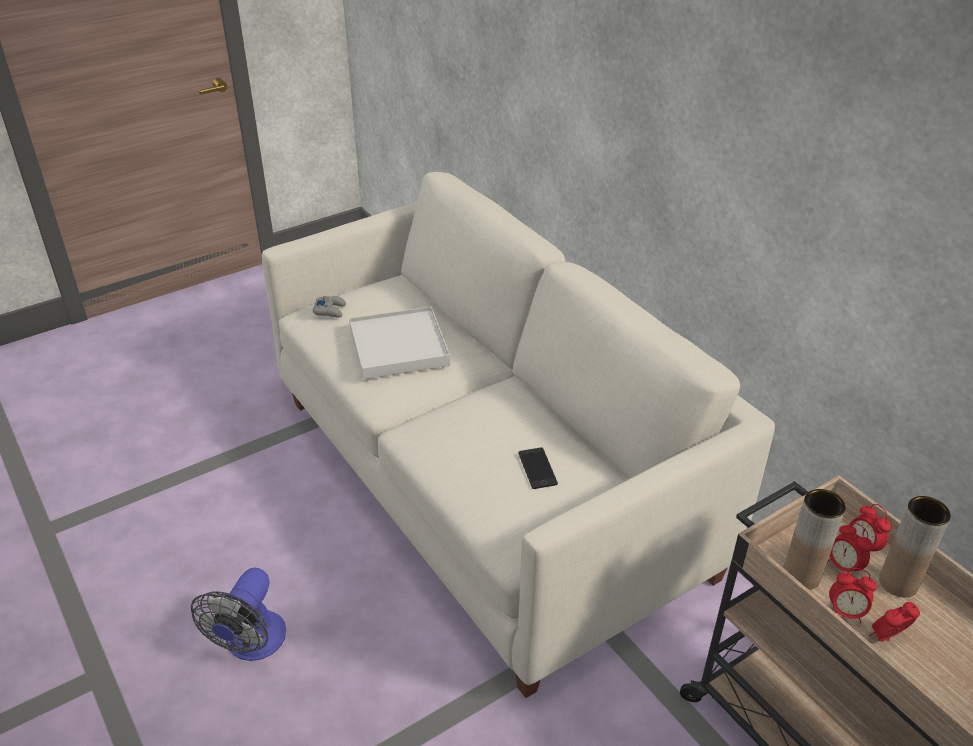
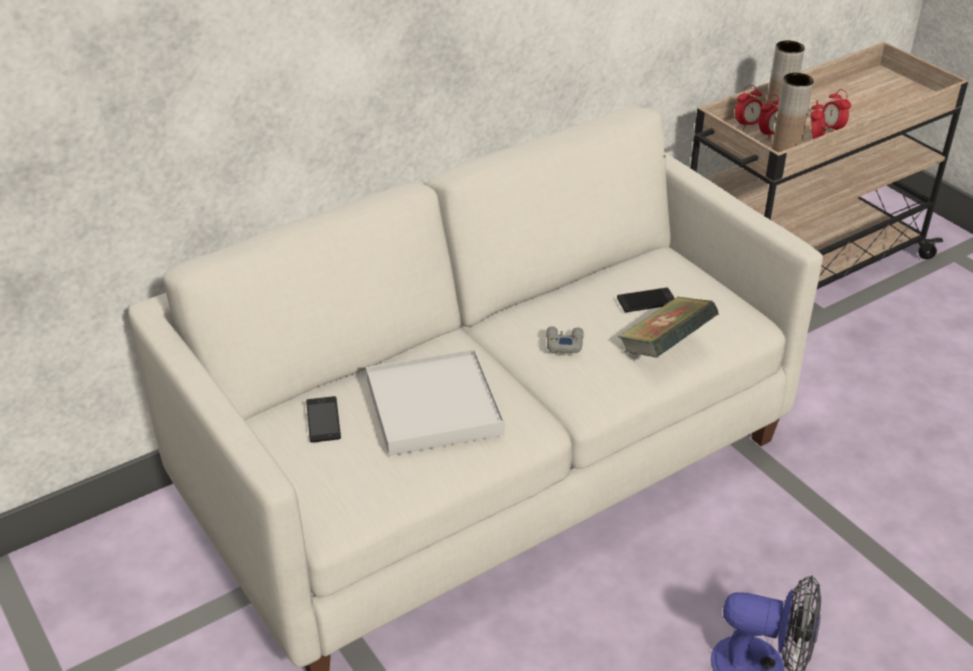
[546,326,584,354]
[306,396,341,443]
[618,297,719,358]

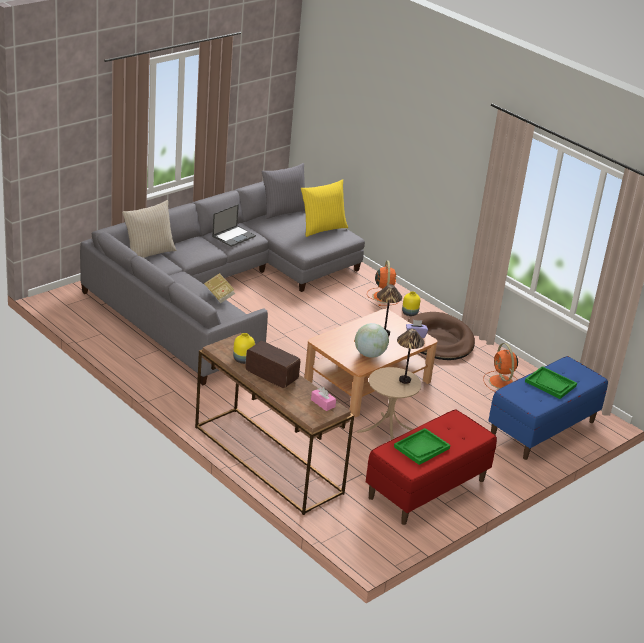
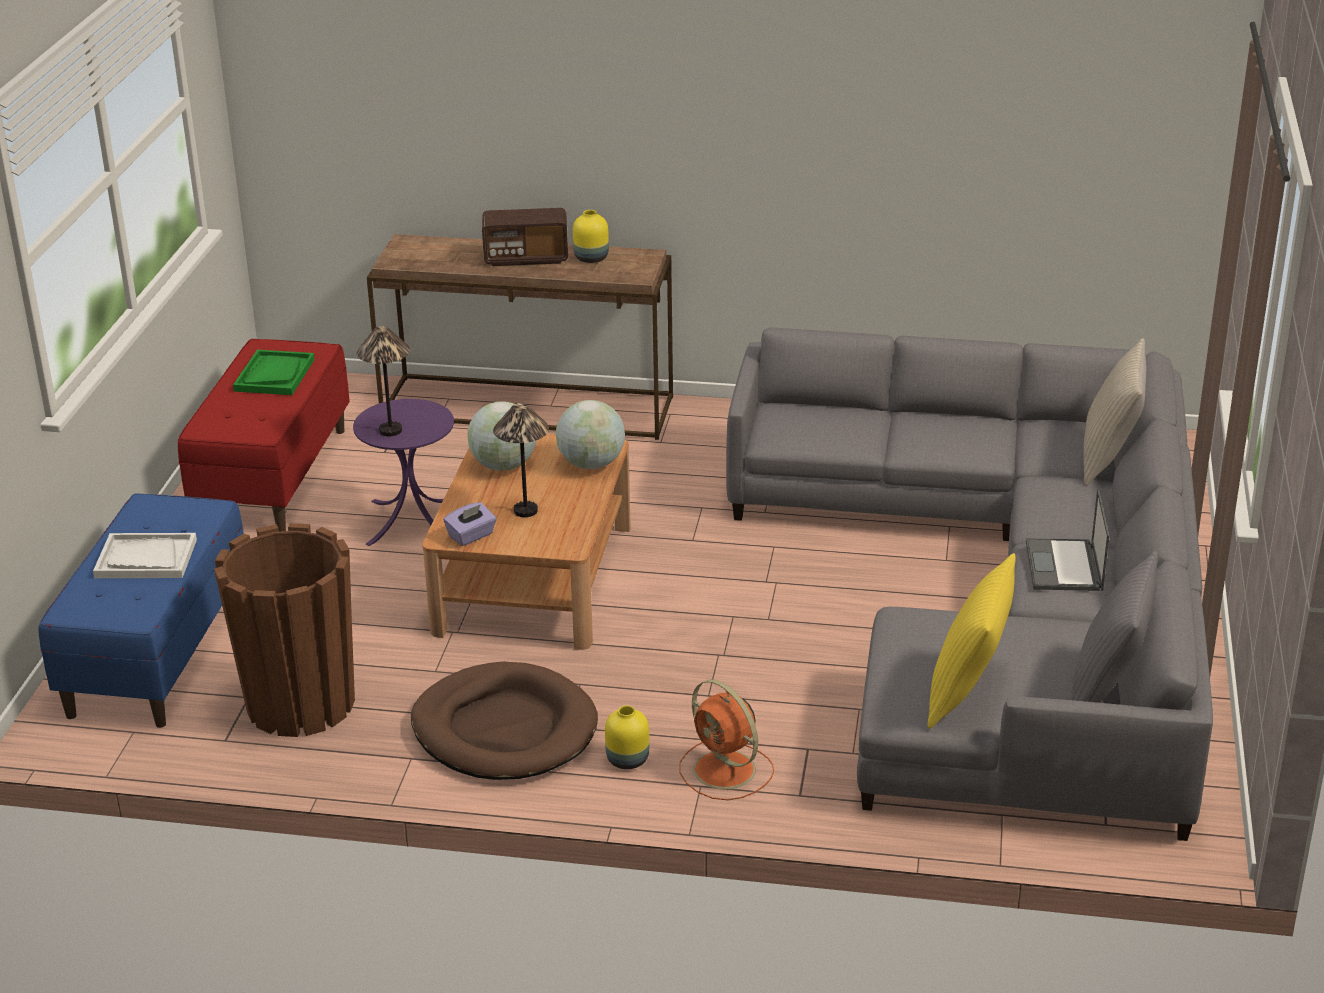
[204,273,235,303] (first image)
[311,387,336,411] (first image)
[353,399,454,546]
[214,523,355,737]
[93,533,197,578]
[556,400,625,469]

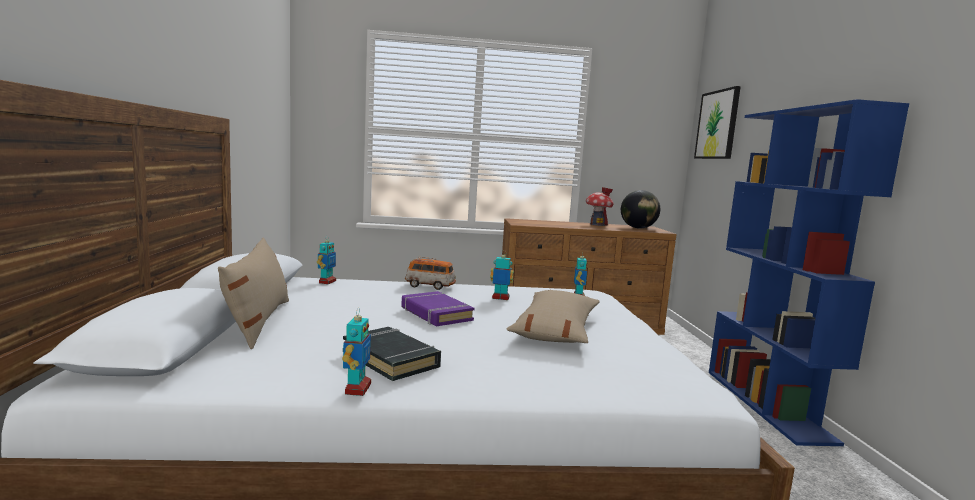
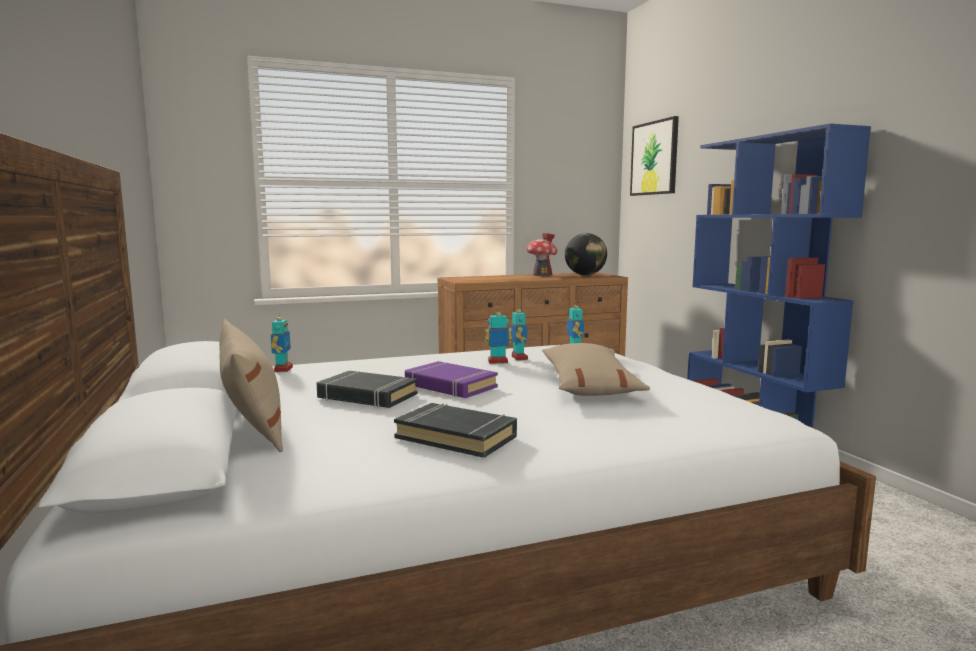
[510,304,528,360]
[405,257,456,290] (first image)
[317,371,418,408]

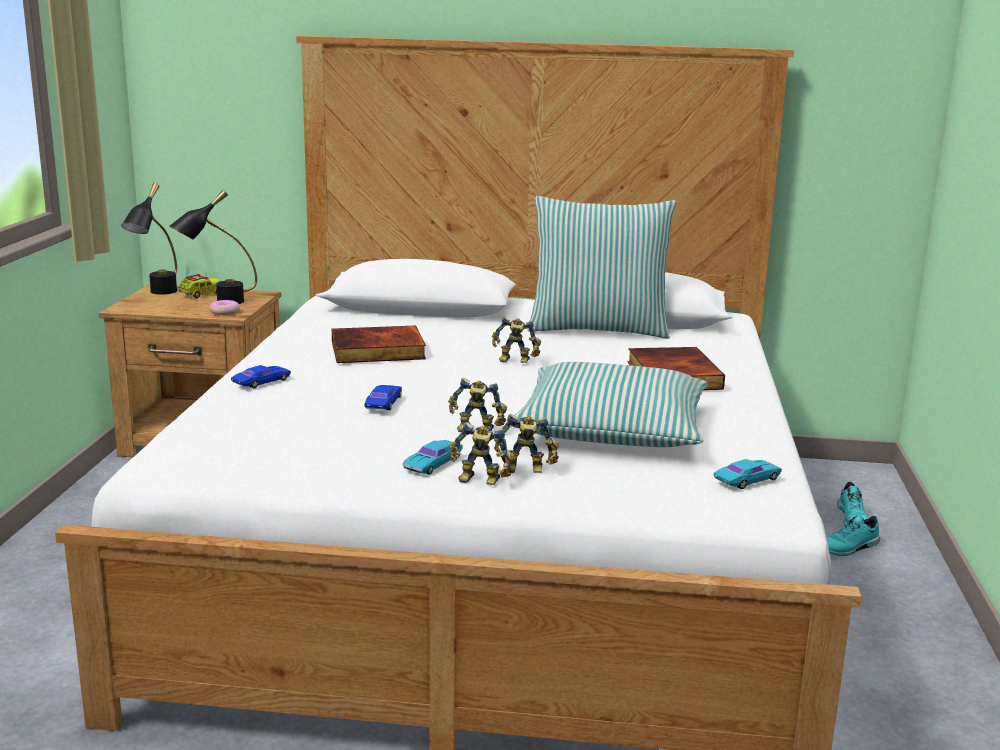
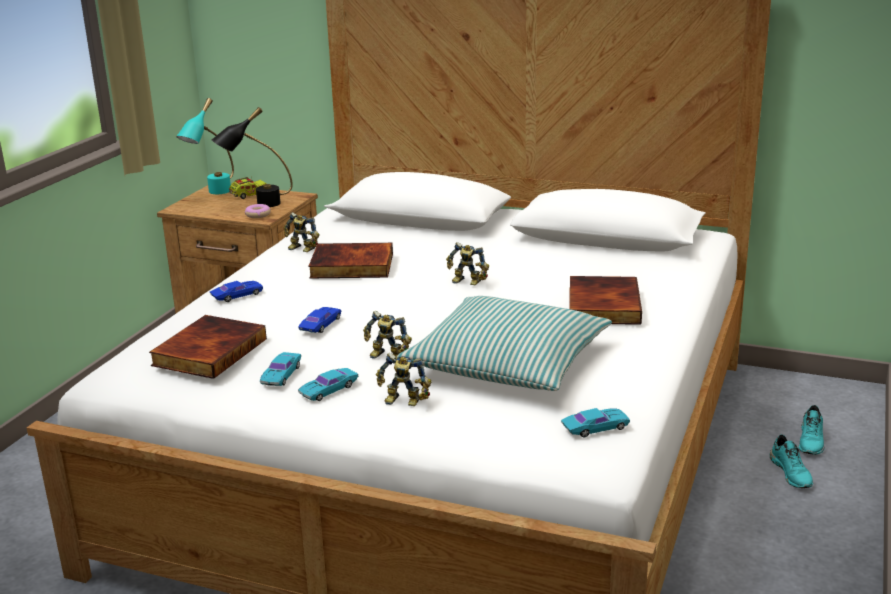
[176,98,234,194]
[284,212,320,252]
[527,196,676,339] (first image)
[770,434,813,488]
[149,315,267,379]
[260,352,301,386]

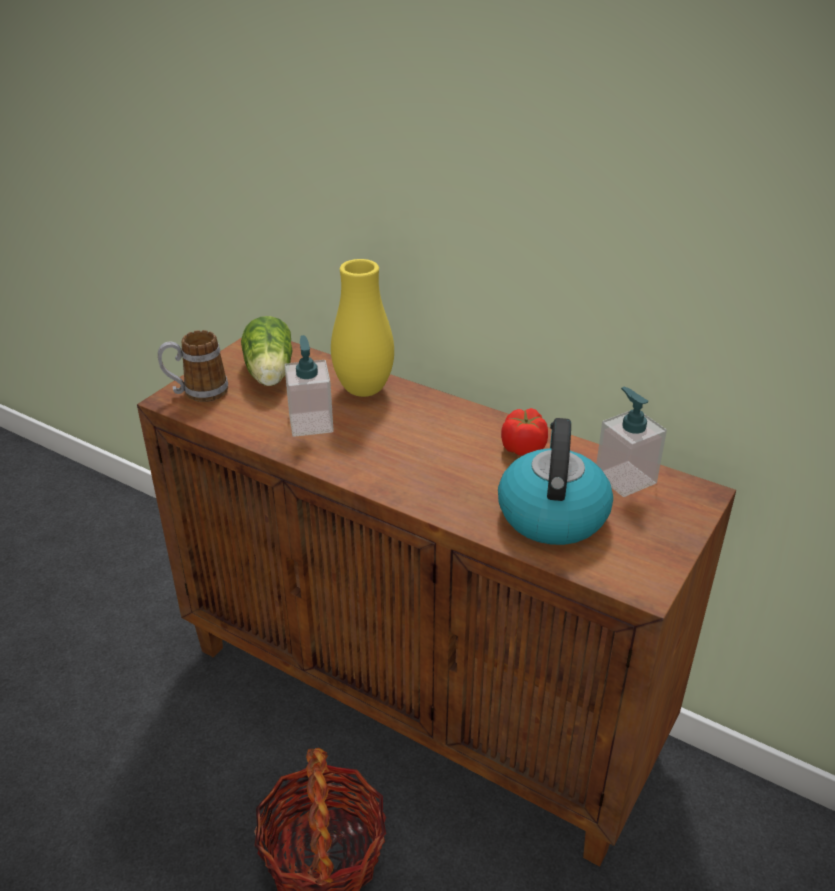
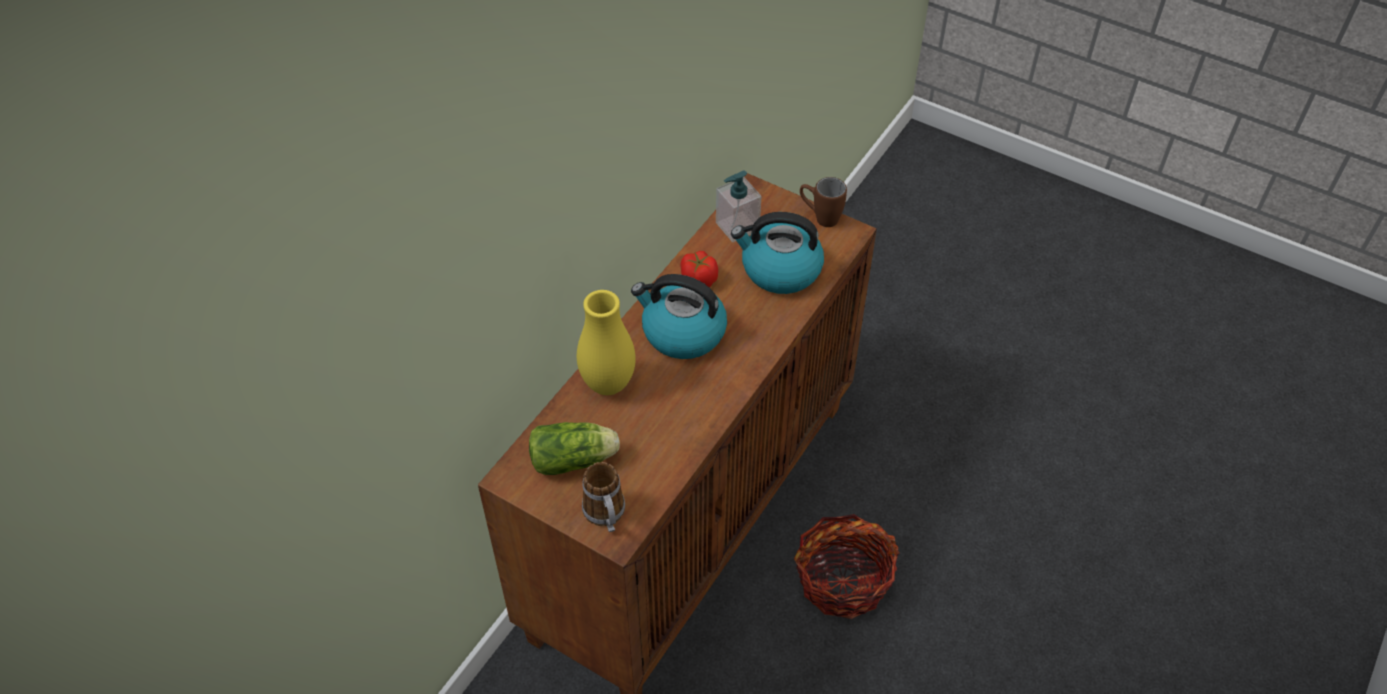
[284,335,334,437] (first image)
[631,274,727,359]
[800,177,847,227]

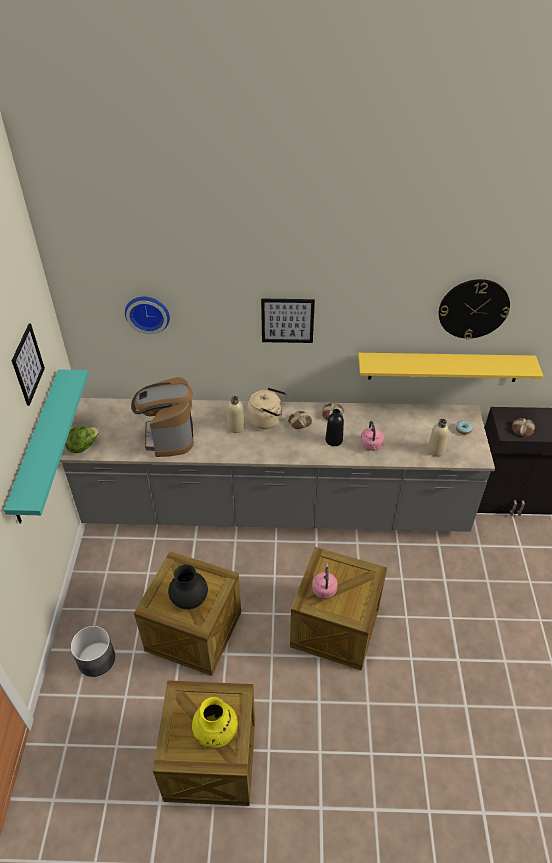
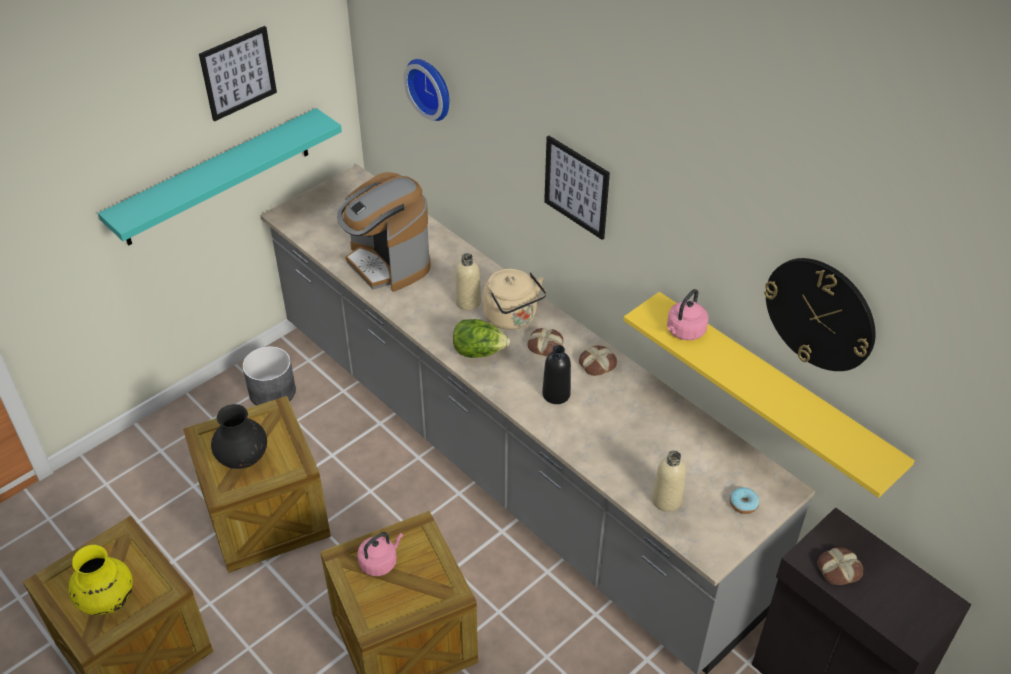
[453,319,510,358]
[242,346,296,406]
[337,172,431,292]
[667,289,709,340]

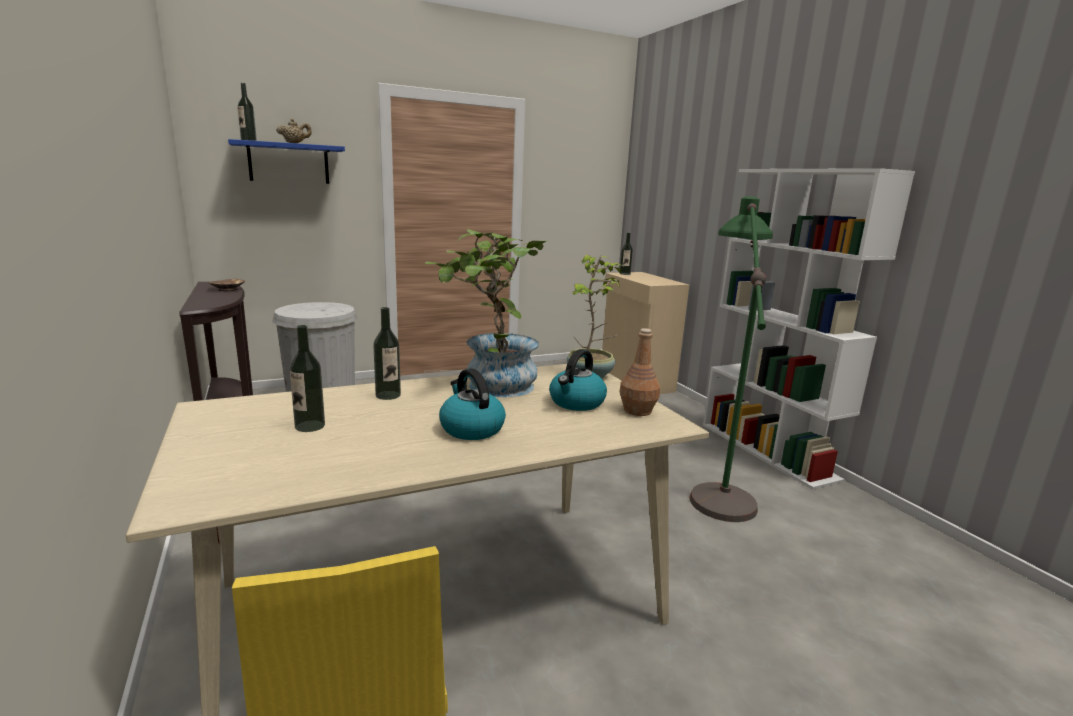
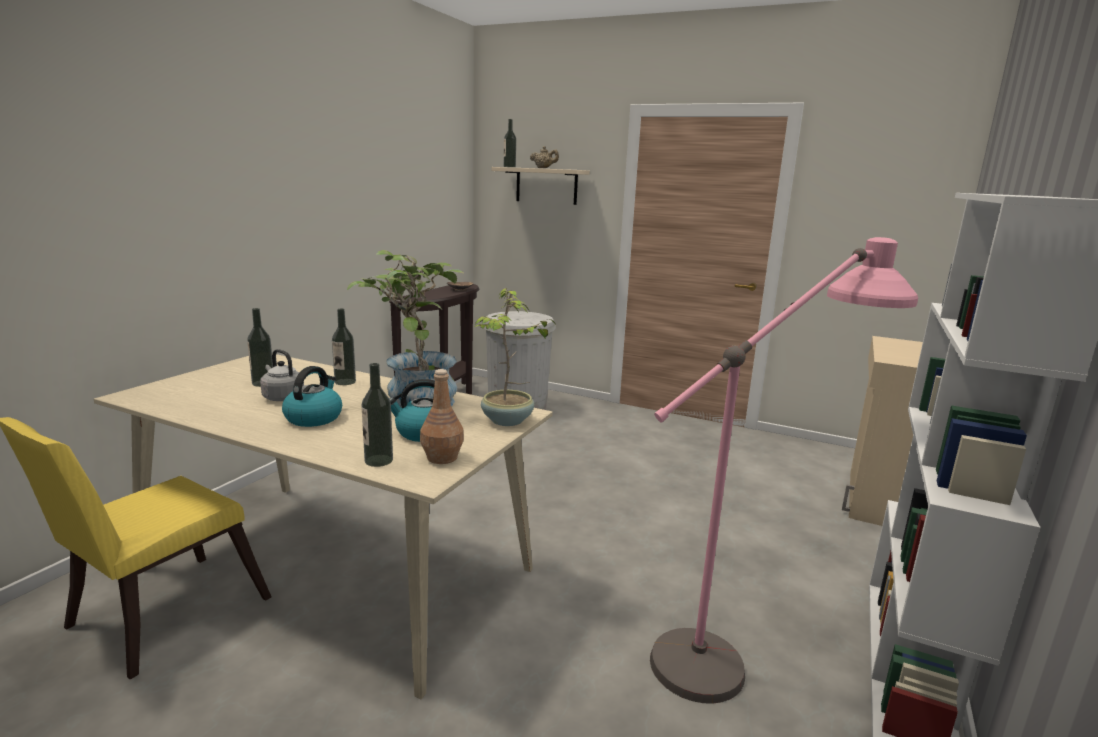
[491,167,590,205]
[361,363,393,467]
[650,237,918,704]
[260,349,304,401]

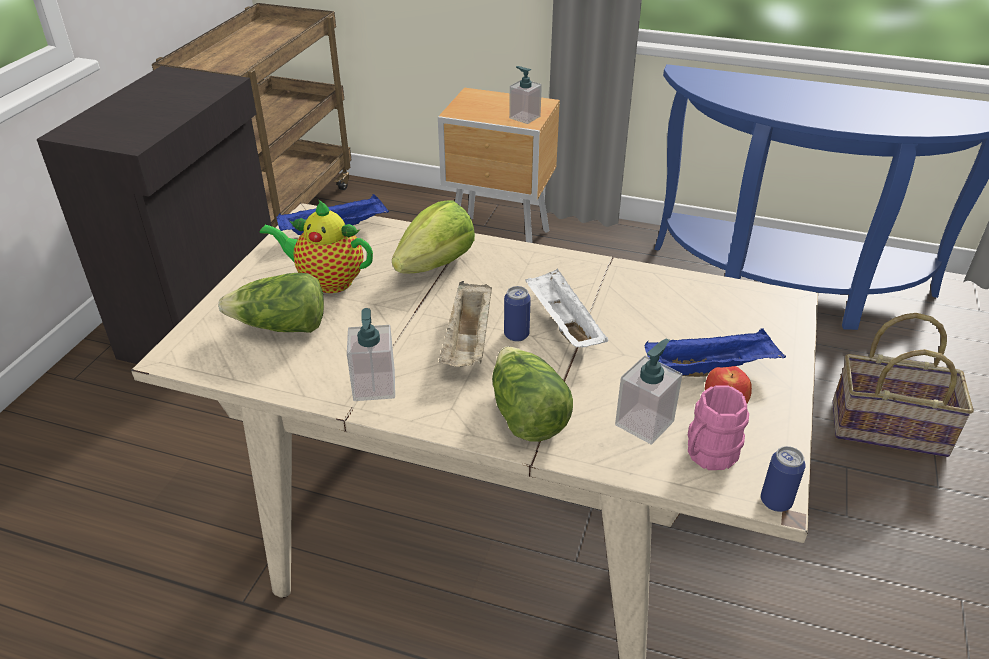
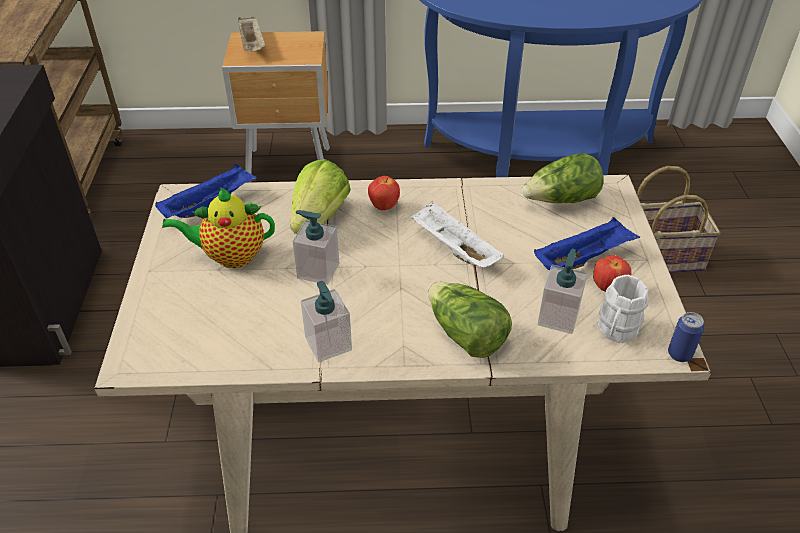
[522,153,604,203]
[238,17,265,51]
[504,286,531,342] (first image)
[293,210,339,285]
[597,275,649,343]
[368,176,400,210]

